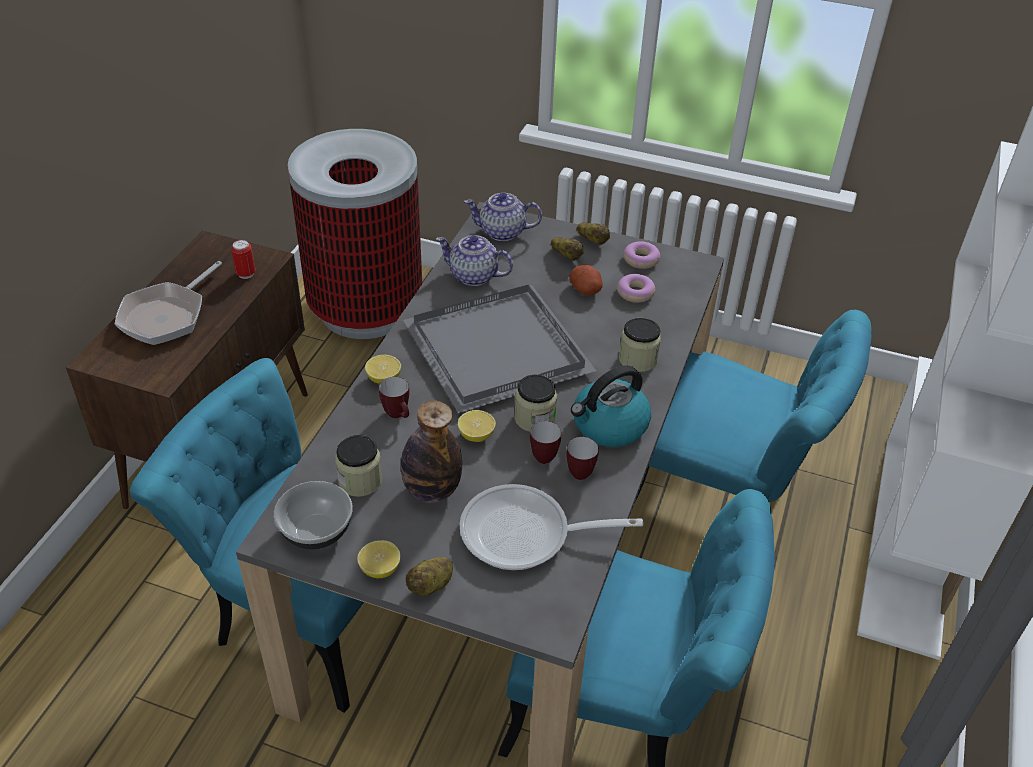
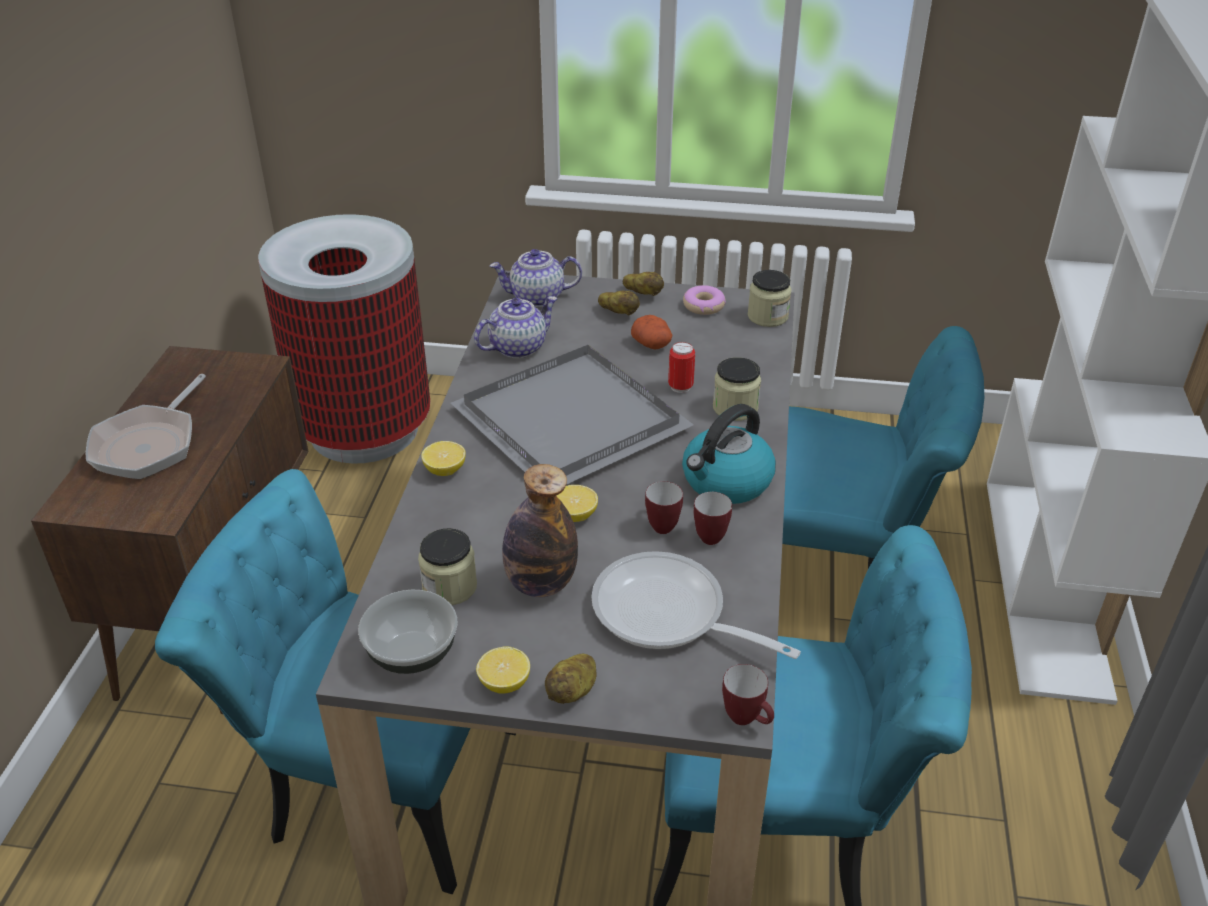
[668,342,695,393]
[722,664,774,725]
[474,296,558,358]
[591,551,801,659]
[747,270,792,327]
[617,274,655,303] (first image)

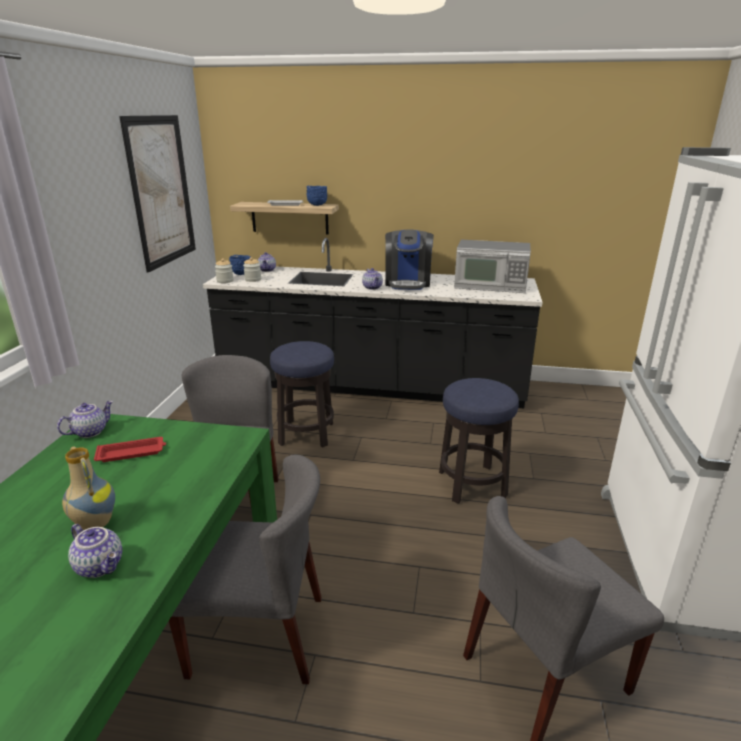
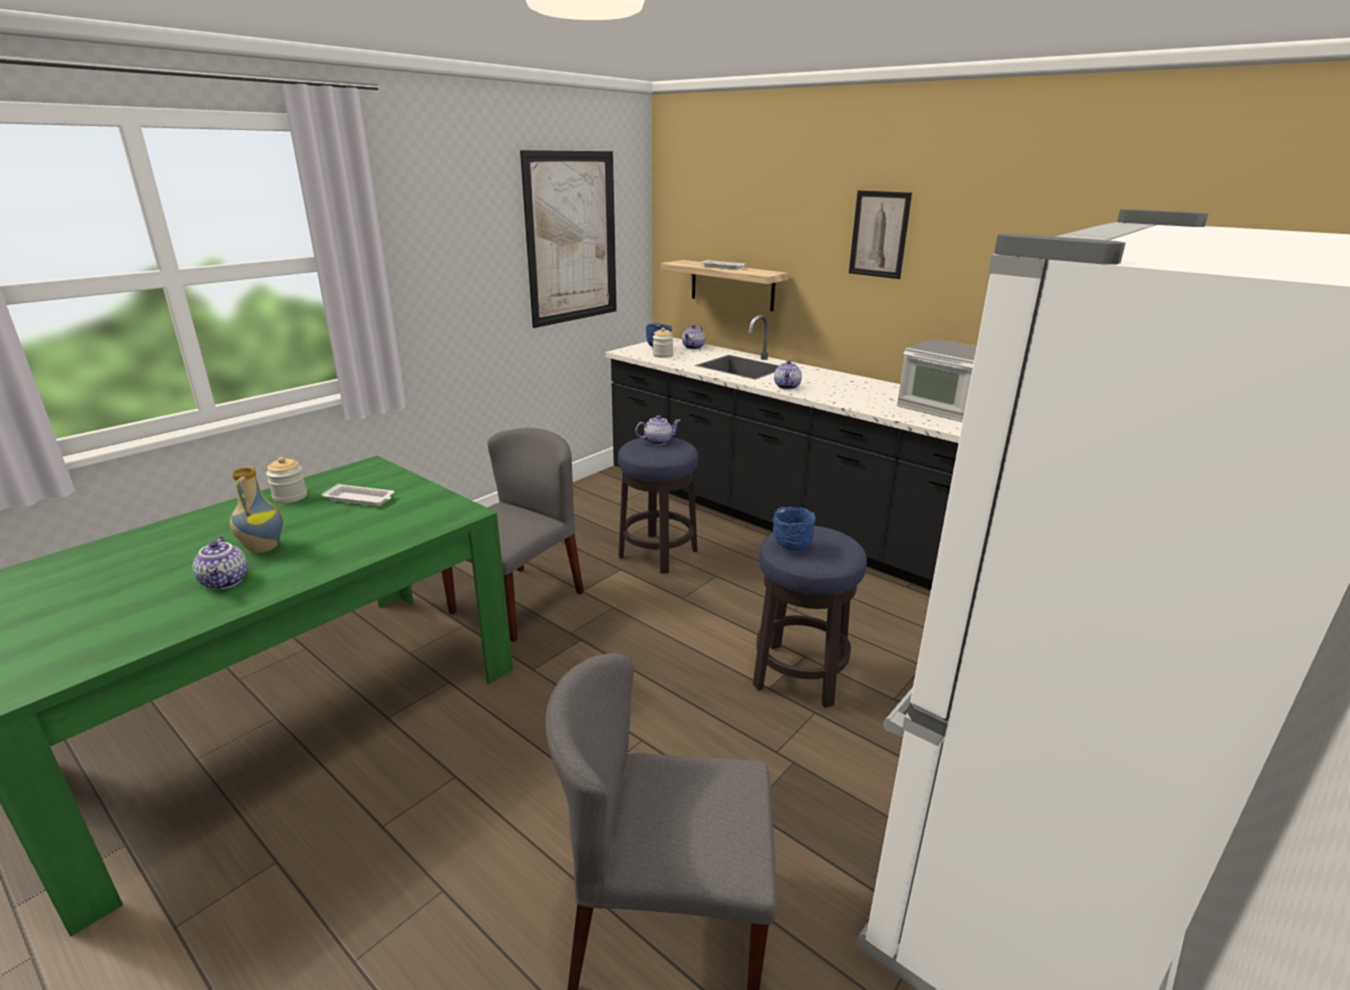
[635,415,681,445]
[321,484,394,506]
[169,454,322,684] (first image)
[266,457,307,503]
[772,507,816,551]
[385,229,434,290] (first image)
[849,190,912,279]

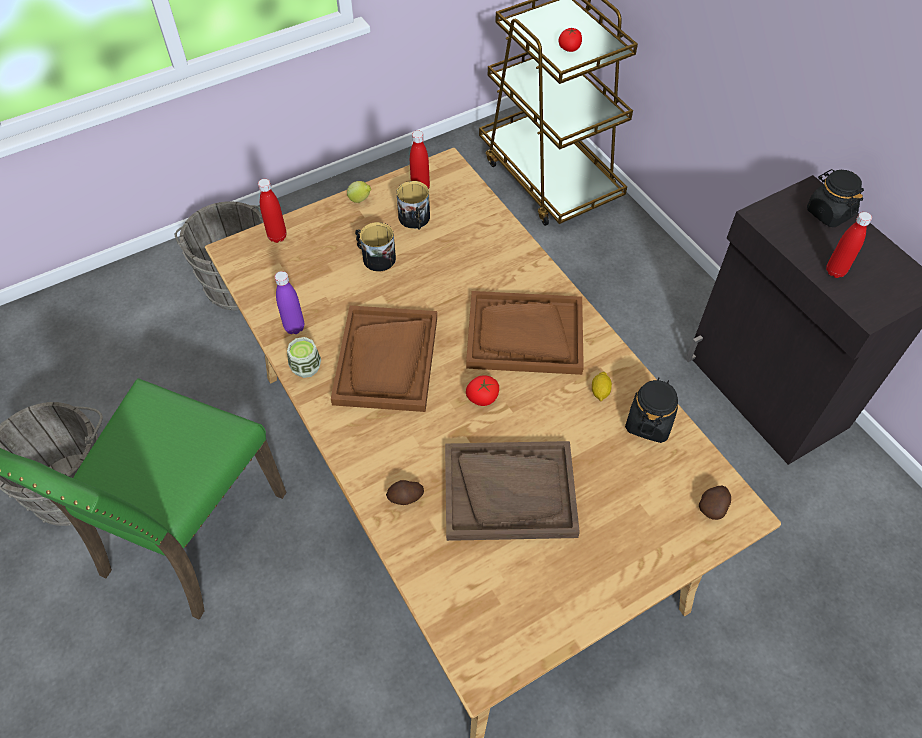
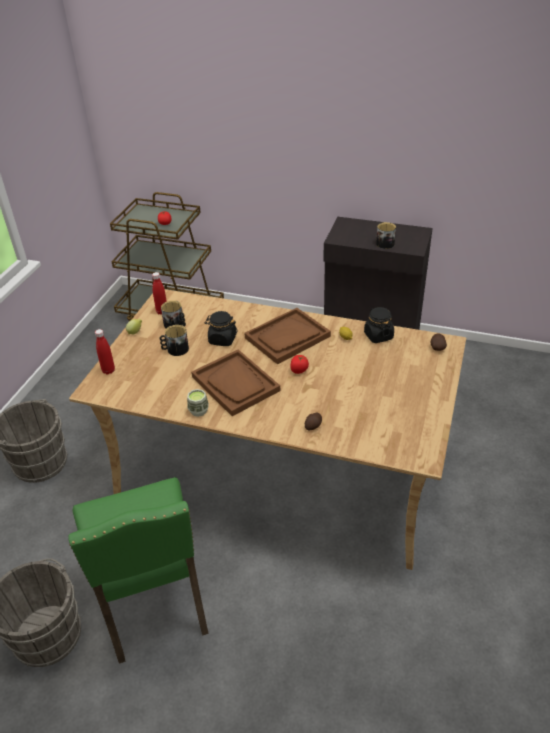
[274,271,304,334] (first image)
[445,441,580,541] (first image)
[205,311,238,346]
[376,222,396,249]

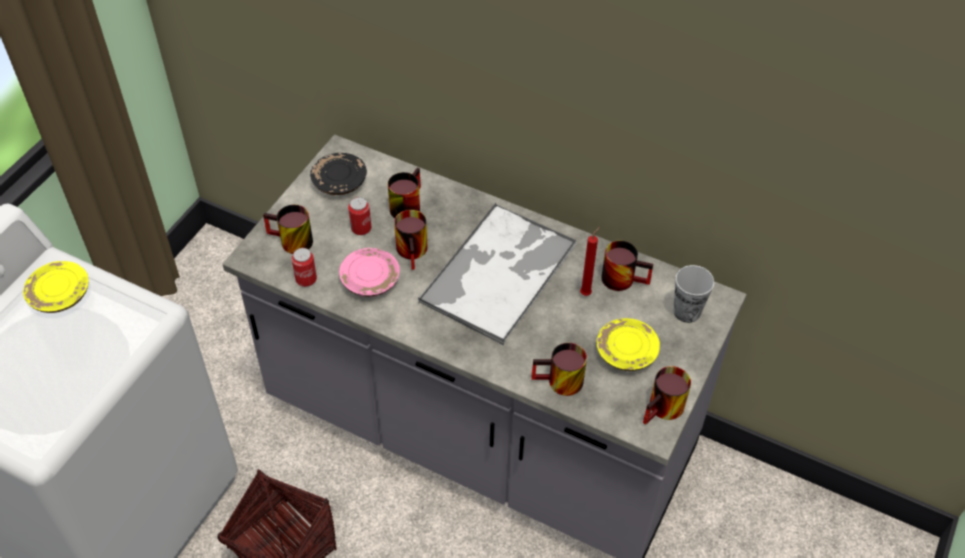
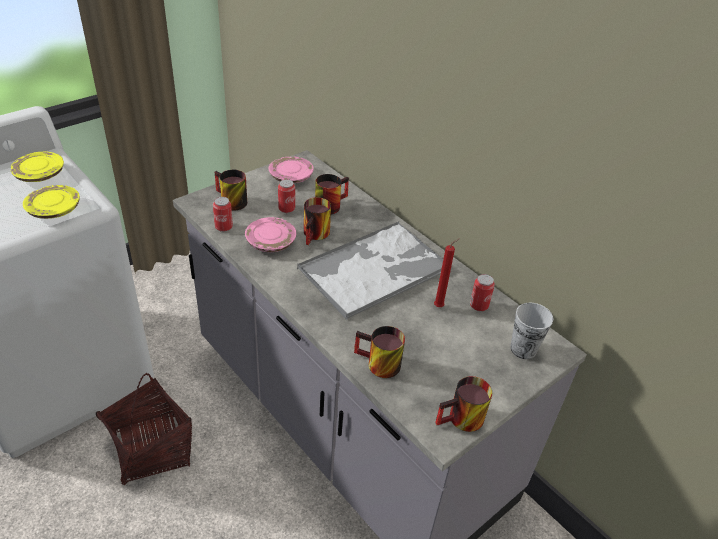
[269,156,314,183]
[23,185,80,219]
[470,274,495,311]

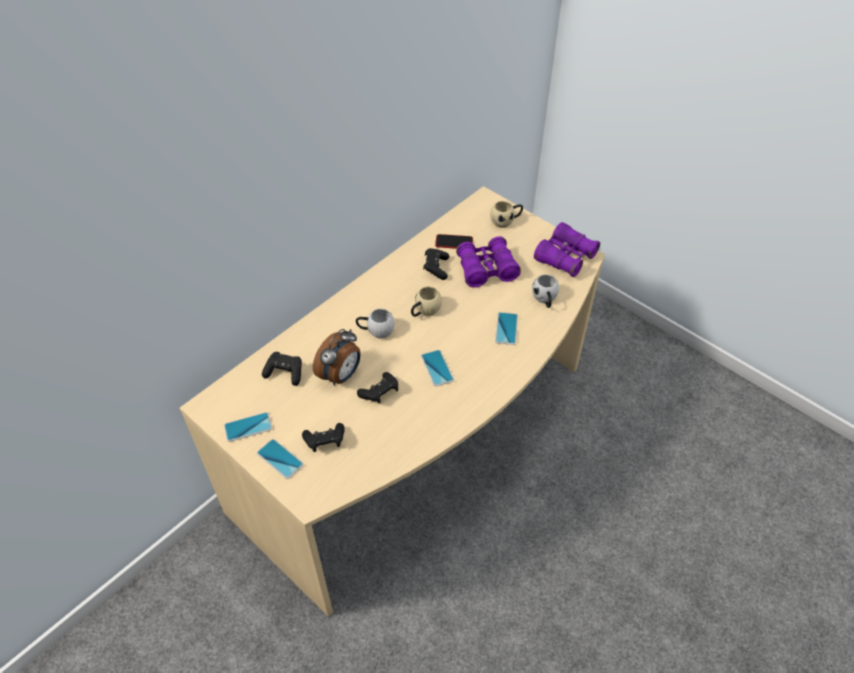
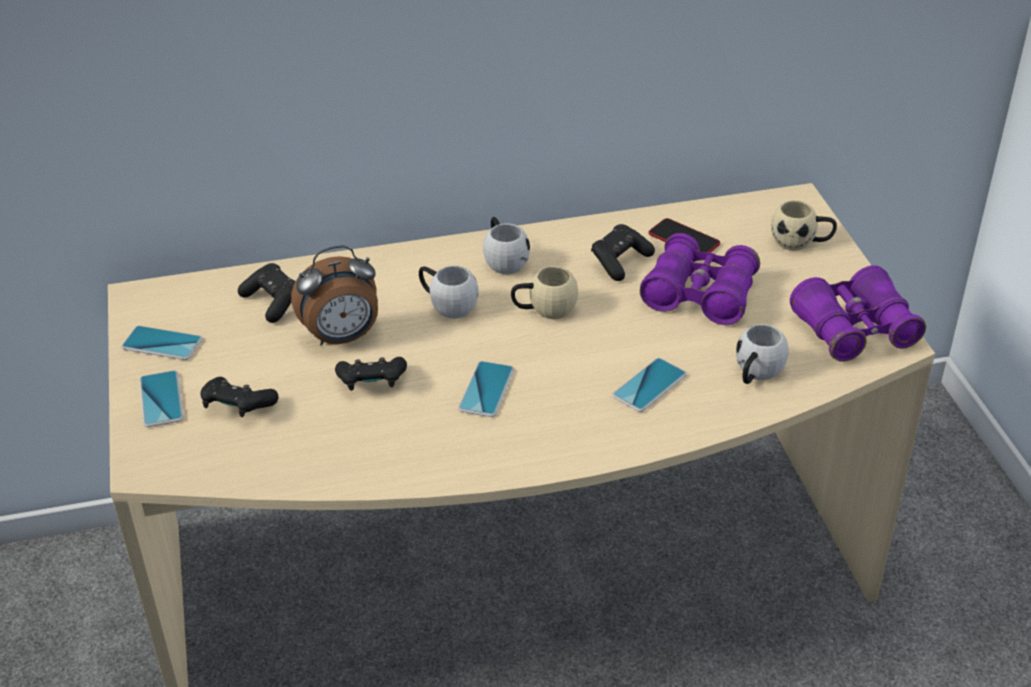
[483,217,530,274]

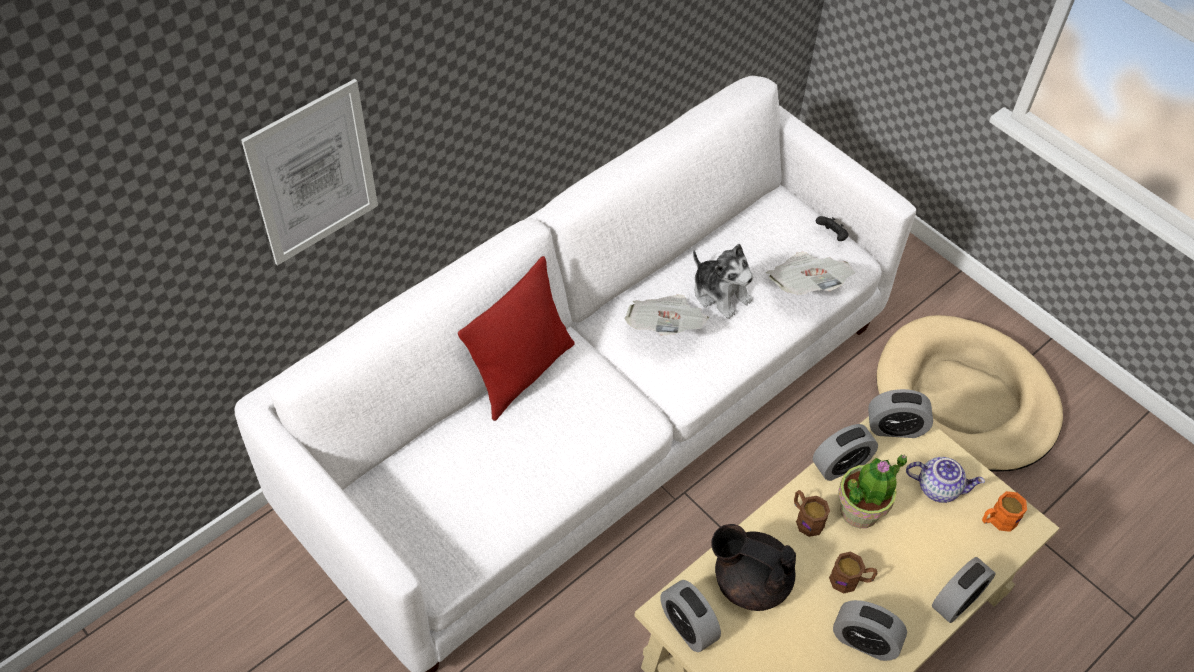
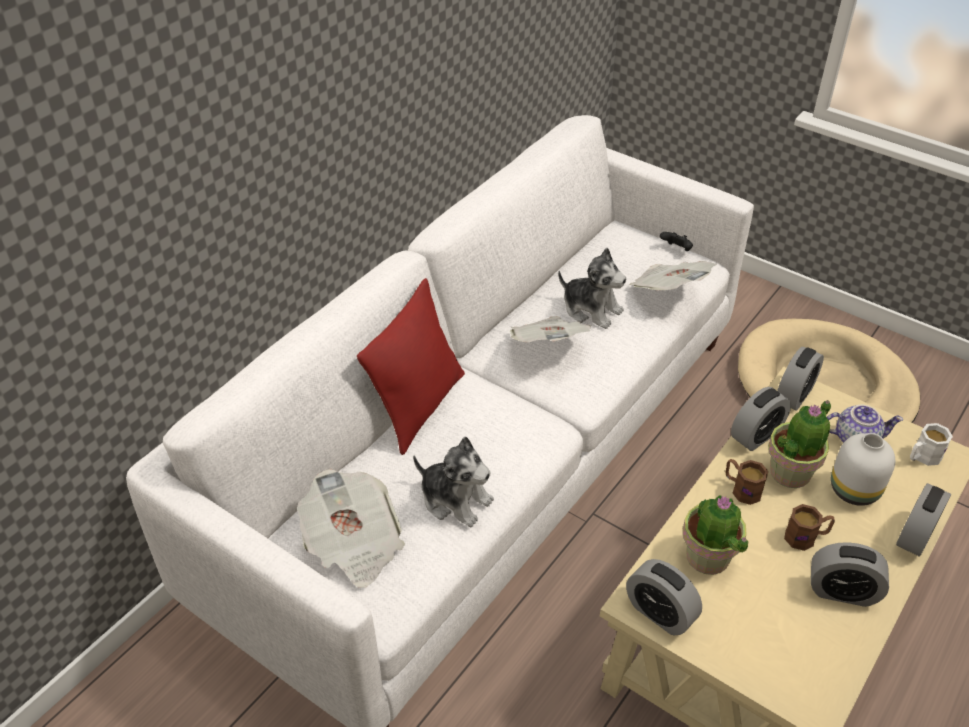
[241,79,378,265] (first image)
[683,495,748,575]
[777,347,824,411]
[910,423,953,466]
[297,469,405,588]
[413,437,494,527]
[831,433,895,506]

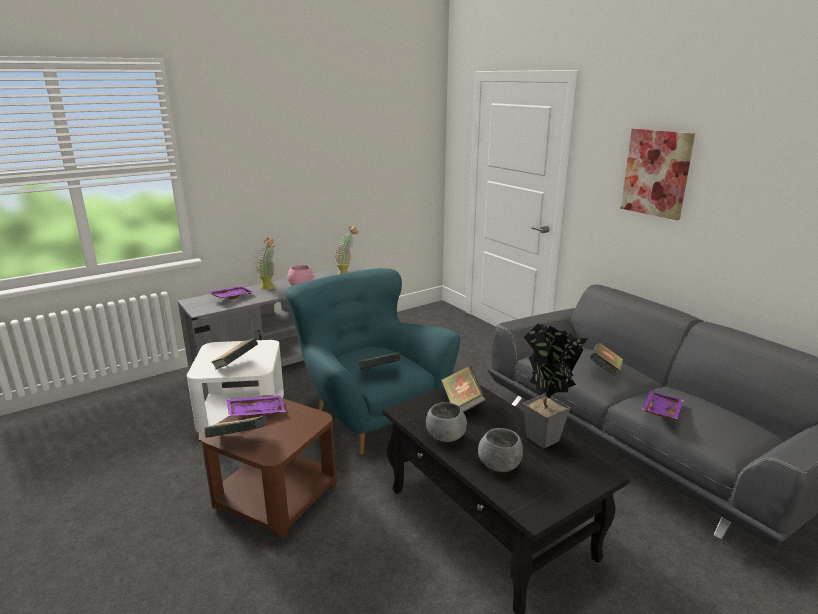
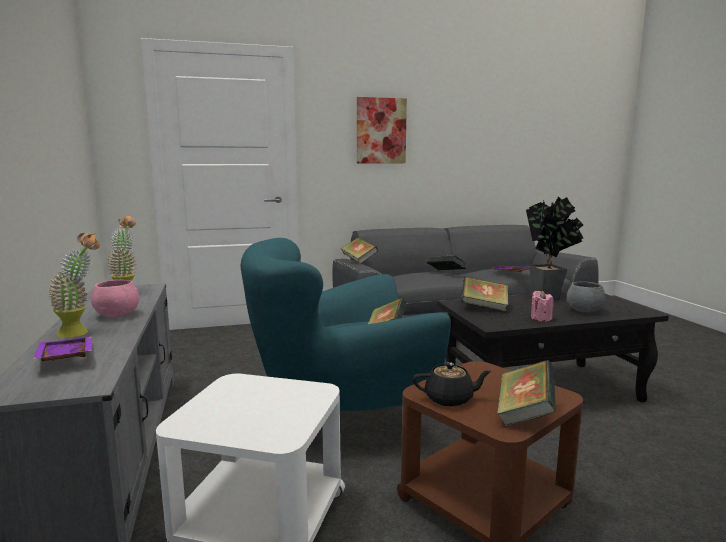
[341,237,378,264]
[413,362,492,407]
[531,291,554,322]

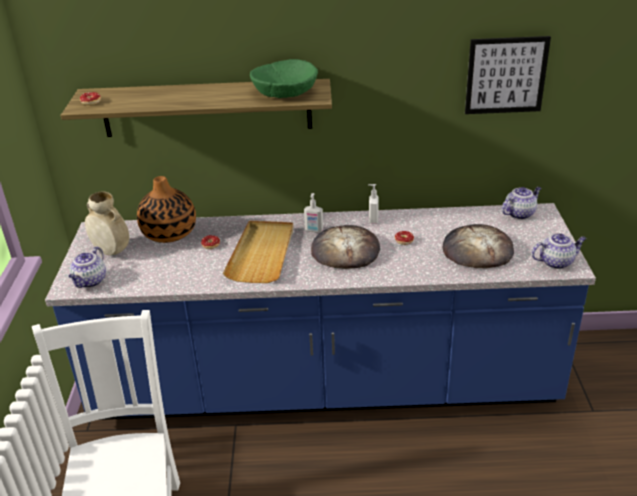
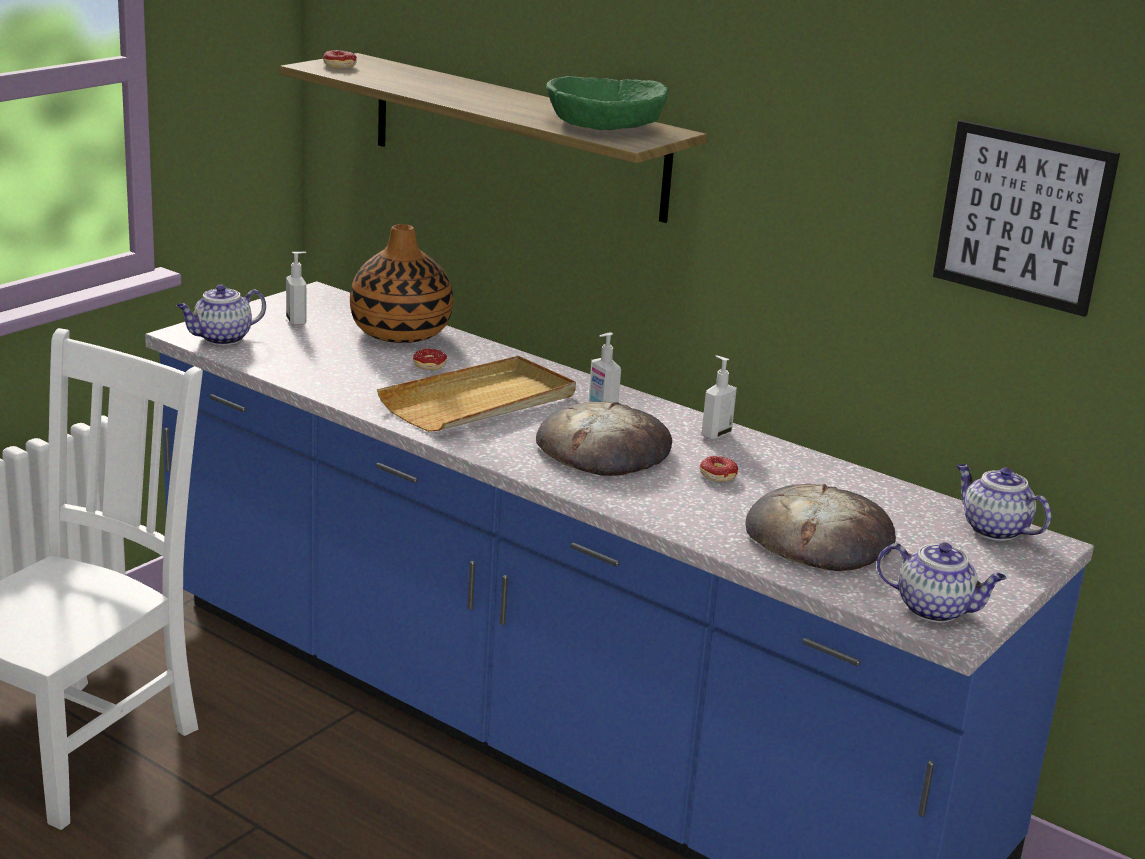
[286,252,307,326]
[956,464,1051,541]

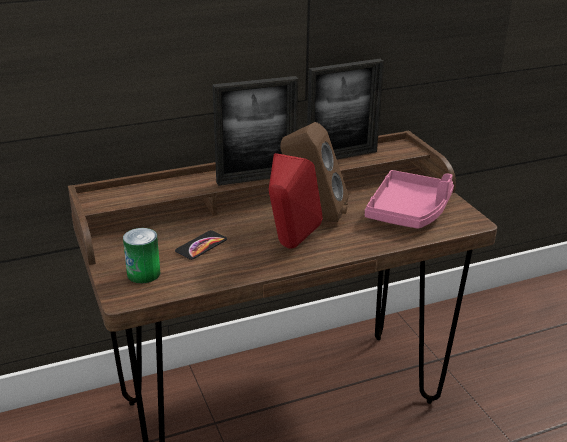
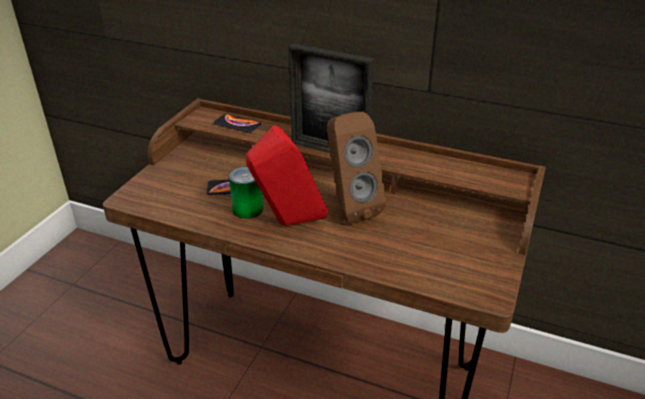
[229,167,263,219]
[307,59,384,159] (first image)
[365,170,454,229] (first image)
[214,114,261,133]

